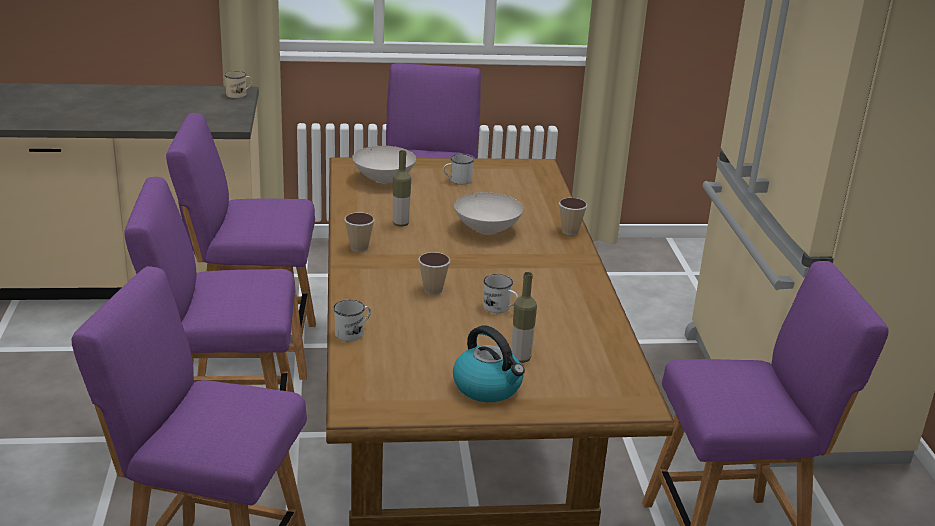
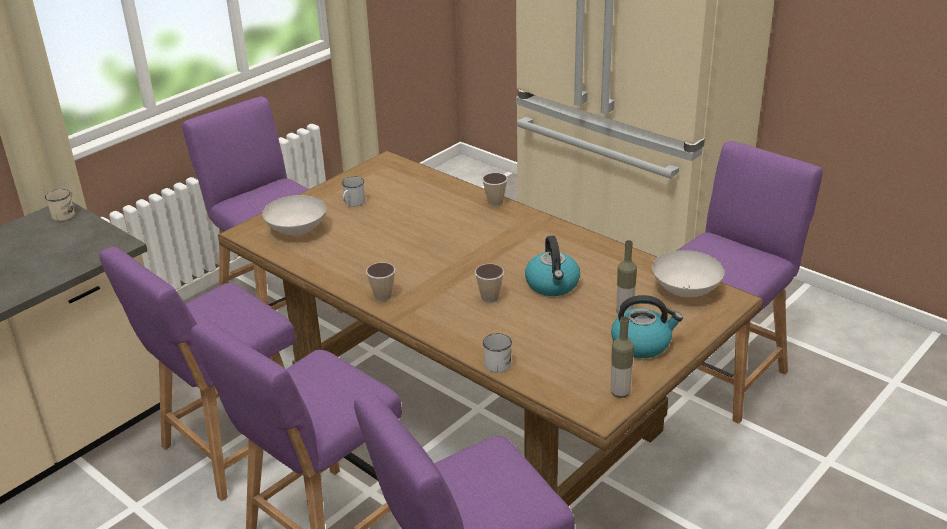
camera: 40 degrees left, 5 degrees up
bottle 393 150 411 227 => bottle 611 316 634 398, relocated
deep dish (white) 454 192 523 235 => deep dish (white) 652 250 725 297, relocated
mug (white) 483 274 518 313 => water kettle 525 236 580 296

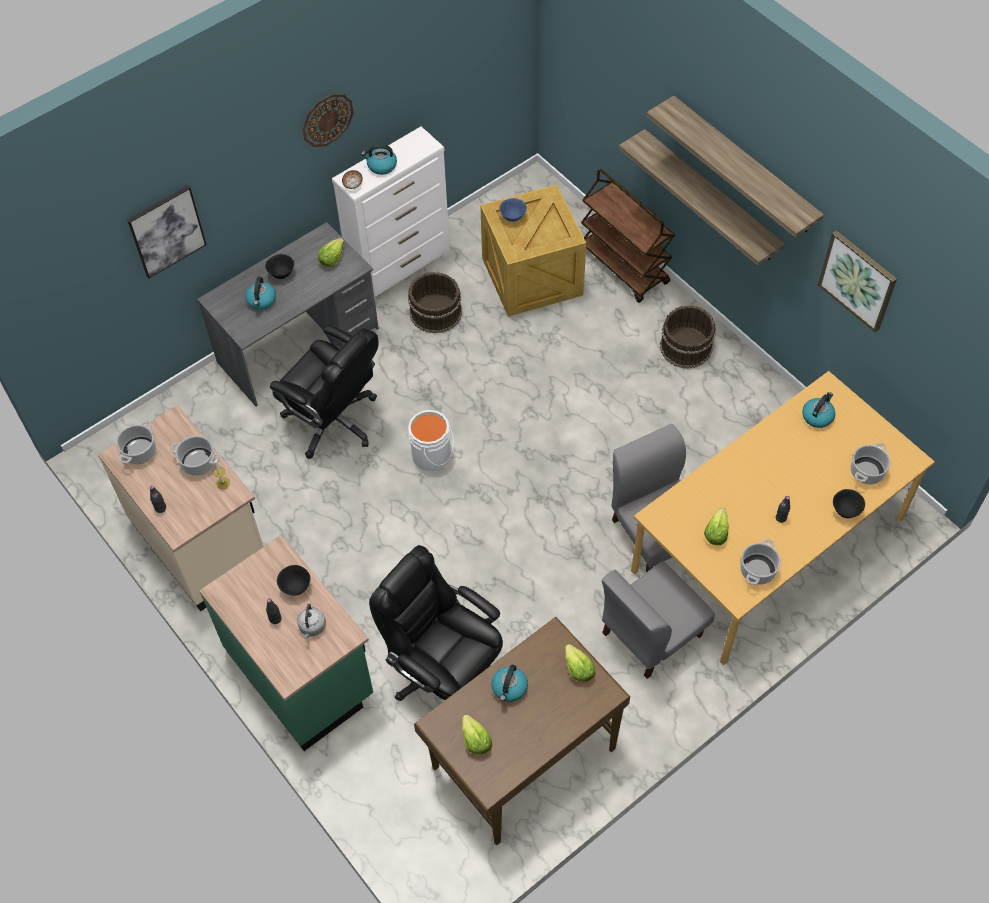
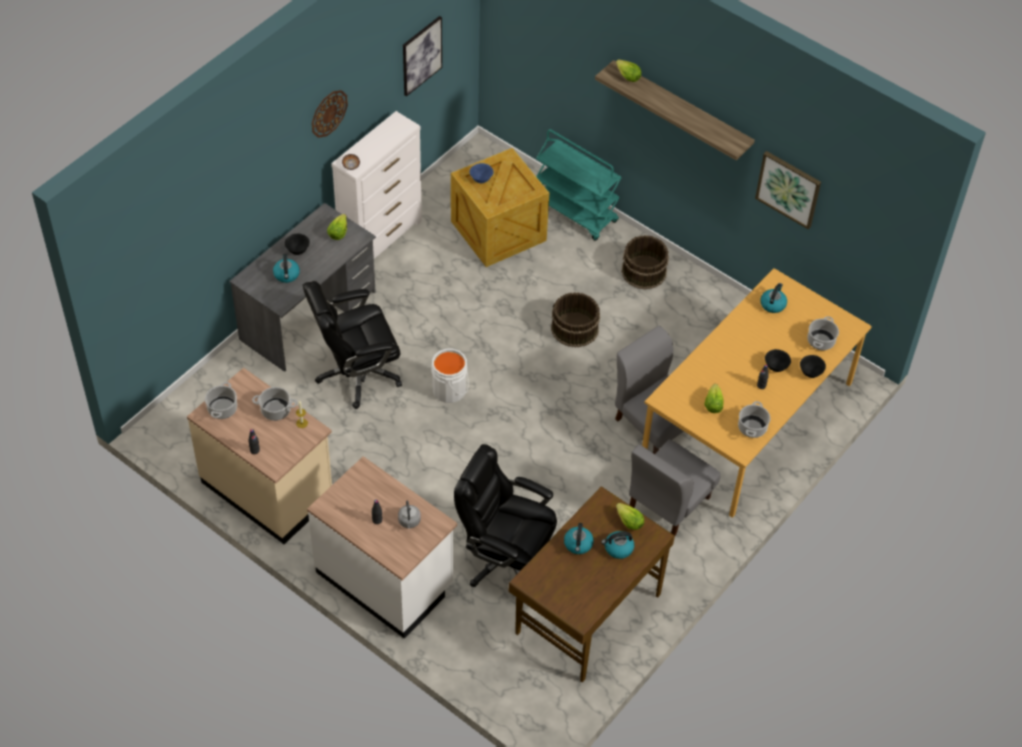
camera: 15 degrees left, 5 degrees down
picture 127 186 206 278 => picture 403 16 442 96, relocated
counter (green-coloured) 199 535 373 751 => counter (white) 307 456 457 639
office chair (black-coloured) 270 325 379 459 => office chair (black-coloured) 303 281 402 409, 135 degrees clockwise
deep dish (black-coloured) 277 565 310 596 => deep dish (black-coloured) 765 349 791 372, relocated
water kettle 361 144 397 175 => water kettle 601 531 634 559, relocated
pail (brownish) 408 272 462 333 => pail (brownish) 551 292 600 348, relocated
head of lettuce 462 714 492 755 => head of lettuce 616 59 641 82, relocated
cart (brownish) 581 169 675 303 => cart (turquoise) 536 129 622 241
wall shelf 619 129 785 265 => nothing

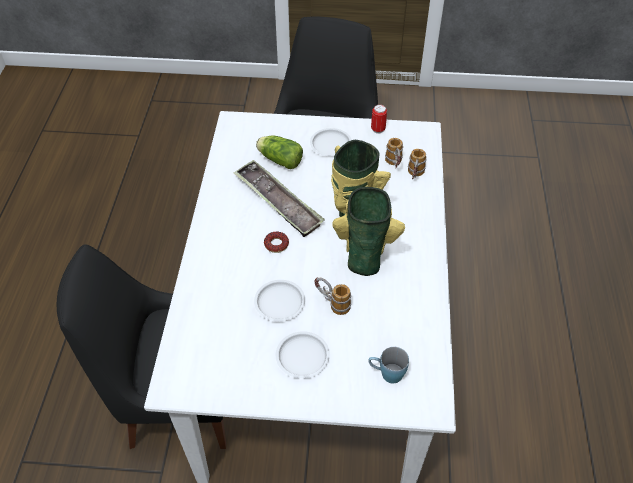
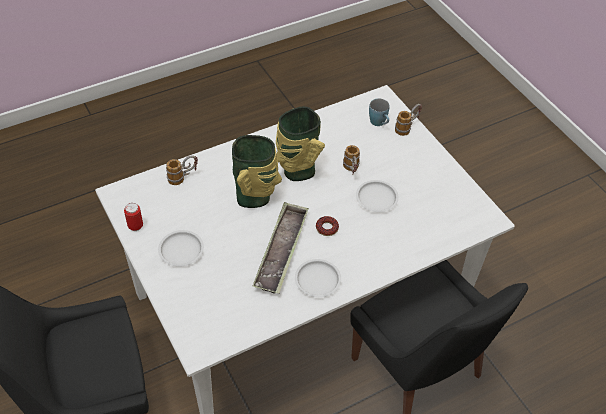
camera: 125 degrees left, 0 degrees up
head of lettuce 256 136 303 169 => nothing
flat dish (white) 276 331 330 378 => flat dish (white) 295 259 341 297, relocated
mug 385 138 403 168 => mug 395 104 422 136, relocated

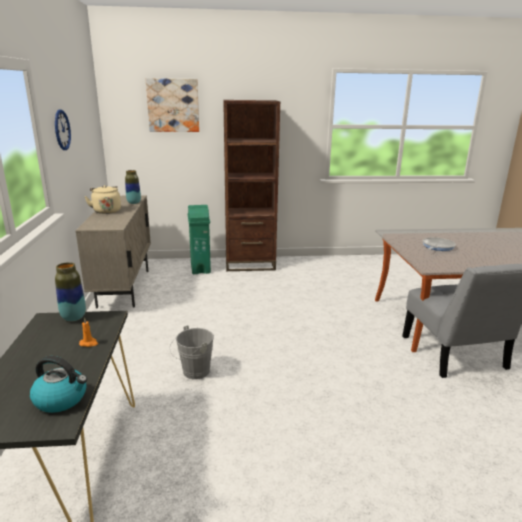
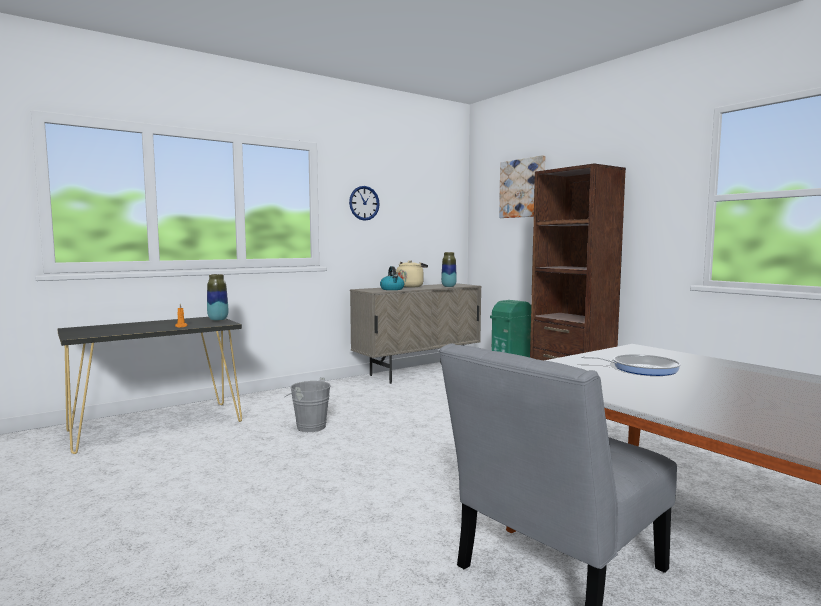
camera: 60 degrees right, 15 degrees down
water kettle 30 356 87 413 => water kettle 380 266 404 290, relocated

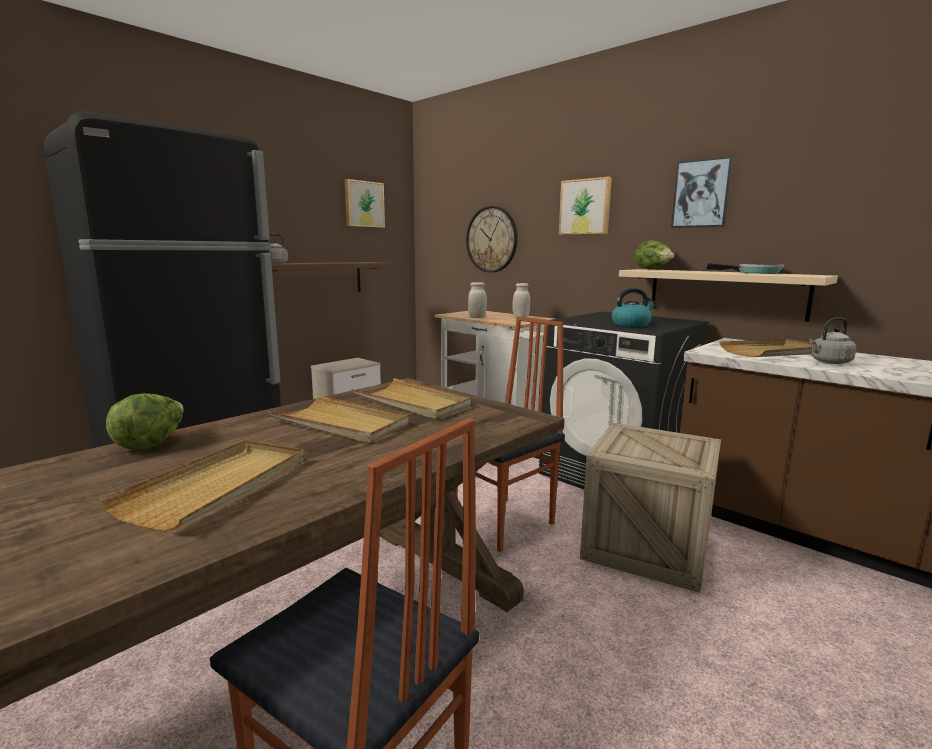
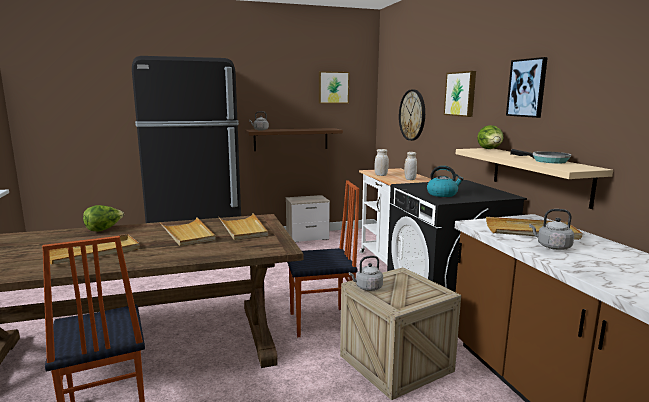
camera: 30 degrees right, 0 degrees up
nothing => water kettle (greyish) 349 256 383 291

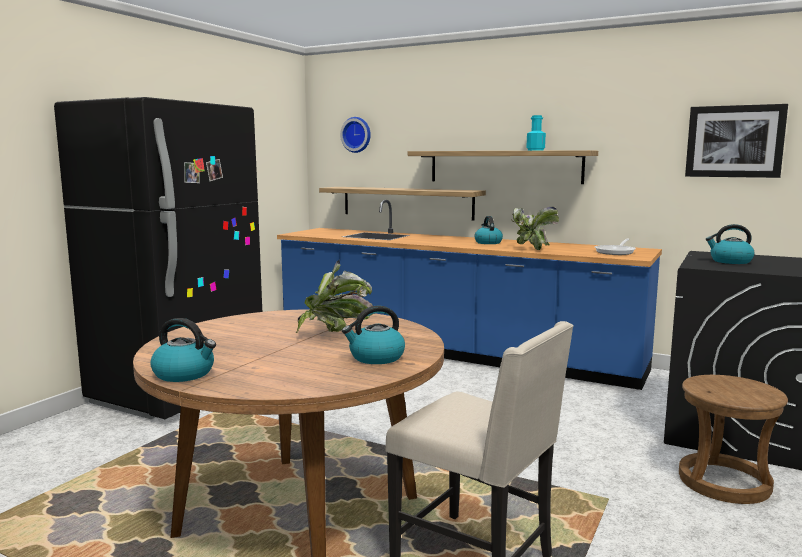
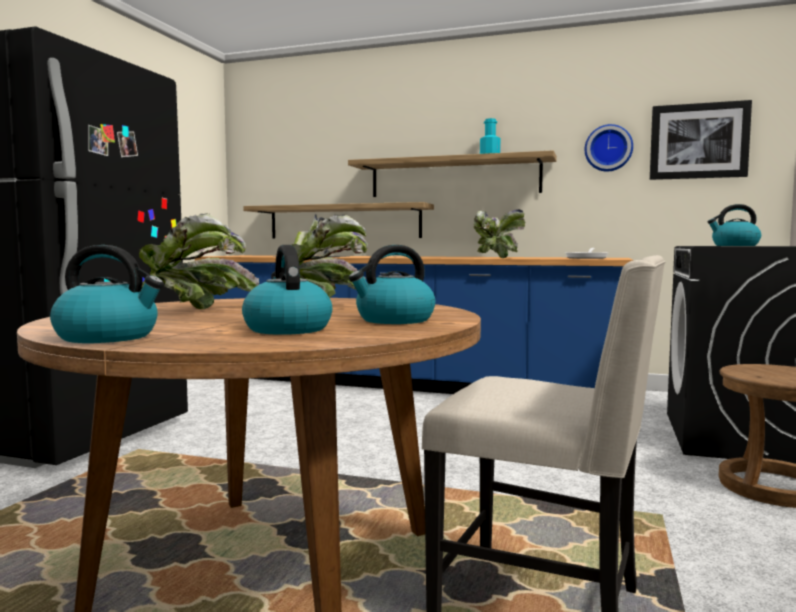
camera: 10 degrees left, 5 degrees down
clock on the wall 340 117 371 153 => clock on the wall 585 124 633 172, relocated
water kettle 474 216 503 244 => water kettle 242 245 332 335, relocated
nothing => houseplant 139 213 259 309

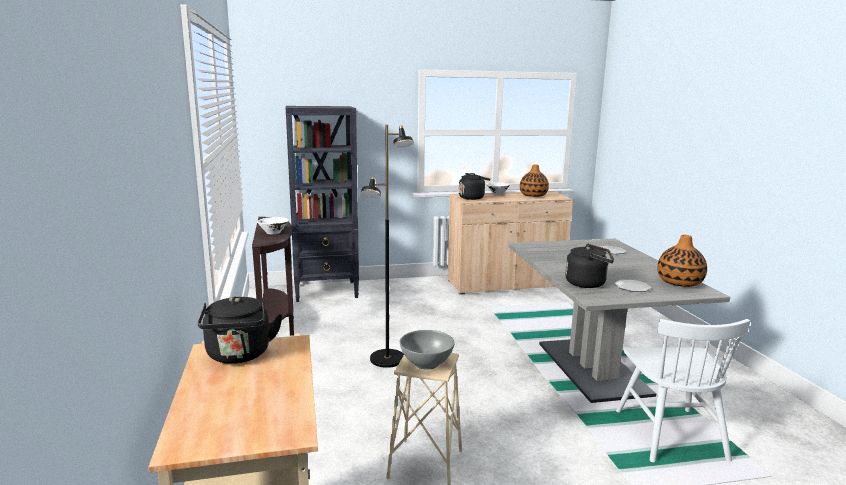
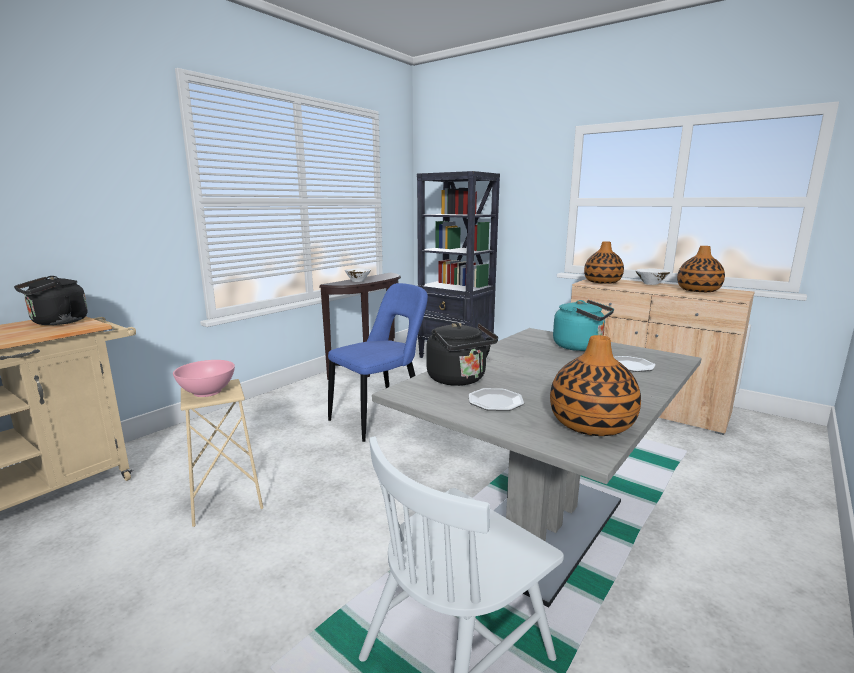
camera: 50 degrees right, 0 degrees up
standard lamp (black-coloured) 361 125 414 368 => plain chair (blue-coloured) 328 283 428 442
deep dish (greyish) 400 330 455 370 => deep dish (pinkish) 173 360 235 397
water kettle (black-coloured) 459 173 490 200 => flower vase 584 241 624 284
nothing => water kettle (turquoise) 553 300 614 351

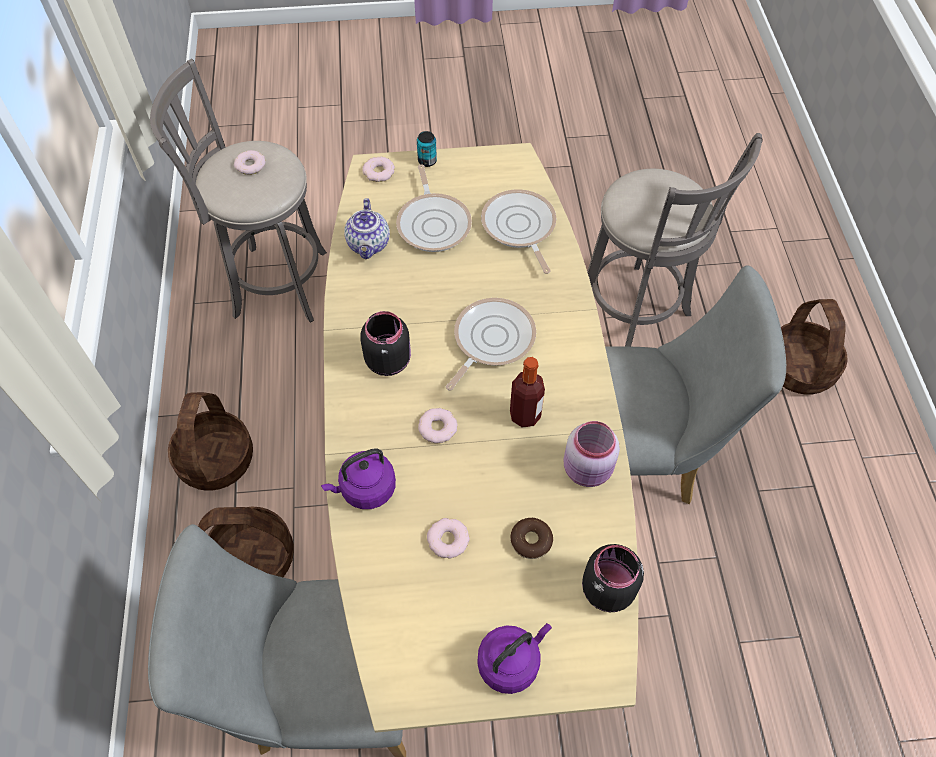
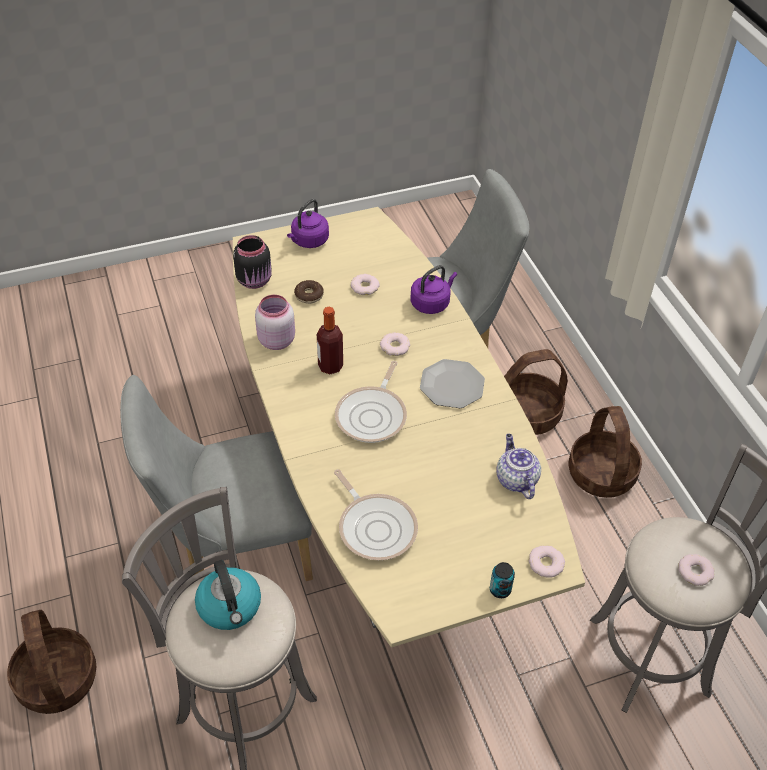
camera: 165 degrees right, 10 degrees down
storage jar (black-coloured) 360 311 411 376 => flat dish 420 359 485 408
pan 396 165 472 252 => nothing
nothing => water kettle 195 560 261 630

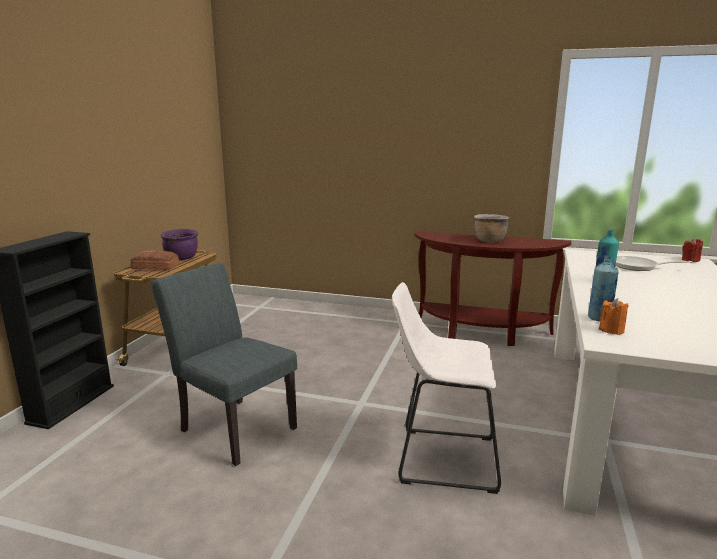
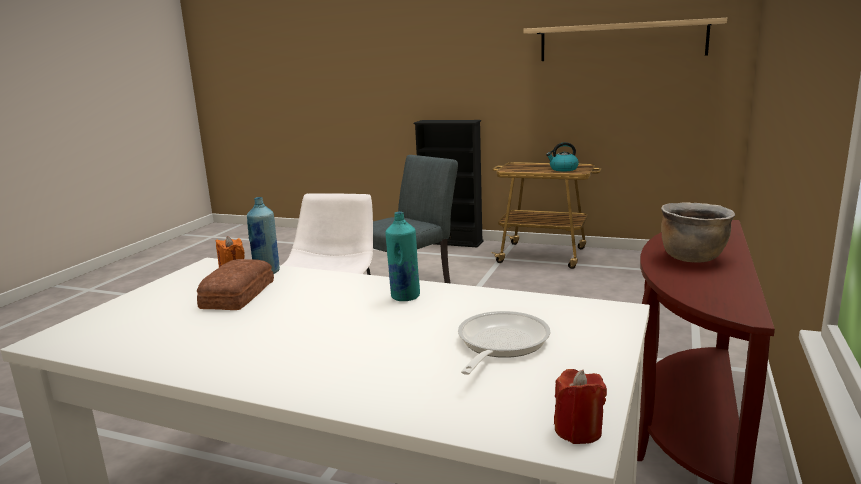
camera: 95 degrees right, 0 degrees up
bakery bread 130 250 180 270 => bakery bread 197 259 274 310, relocated
saucepot (purple-coloured) 160 229 198 260 => water kettle 546 142 579 171
nothing => wall shelf 523 18 727 61

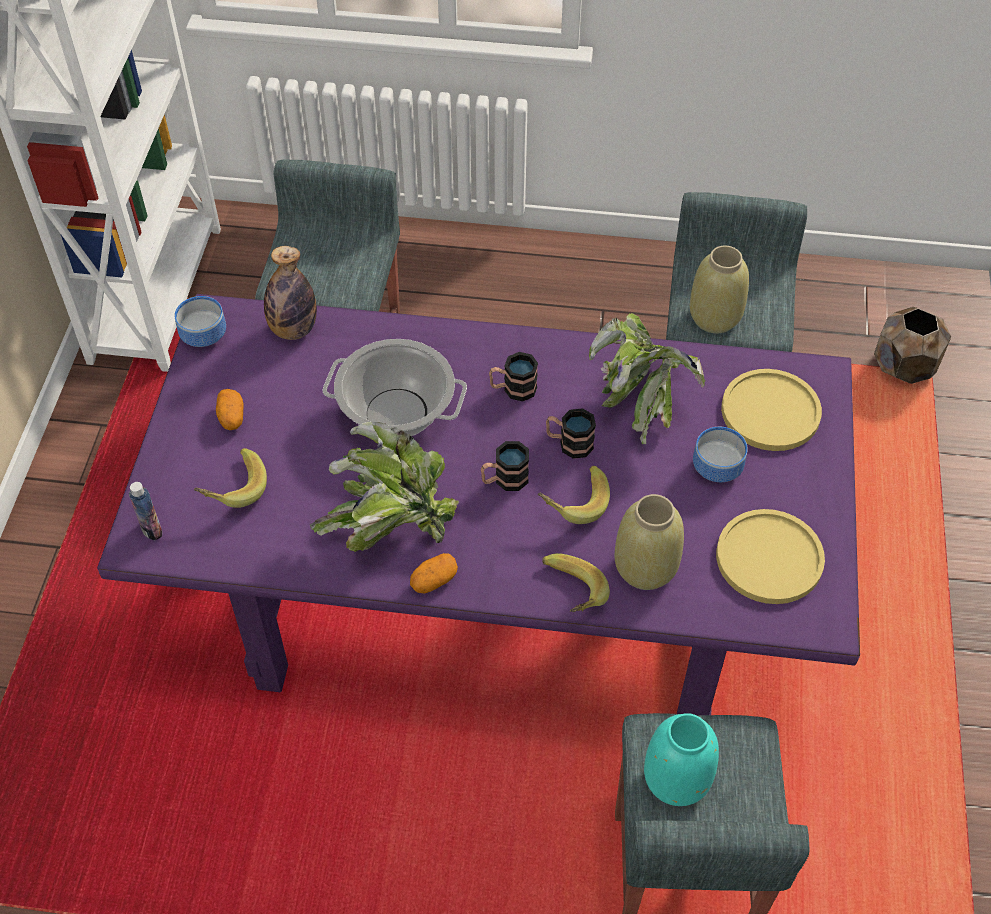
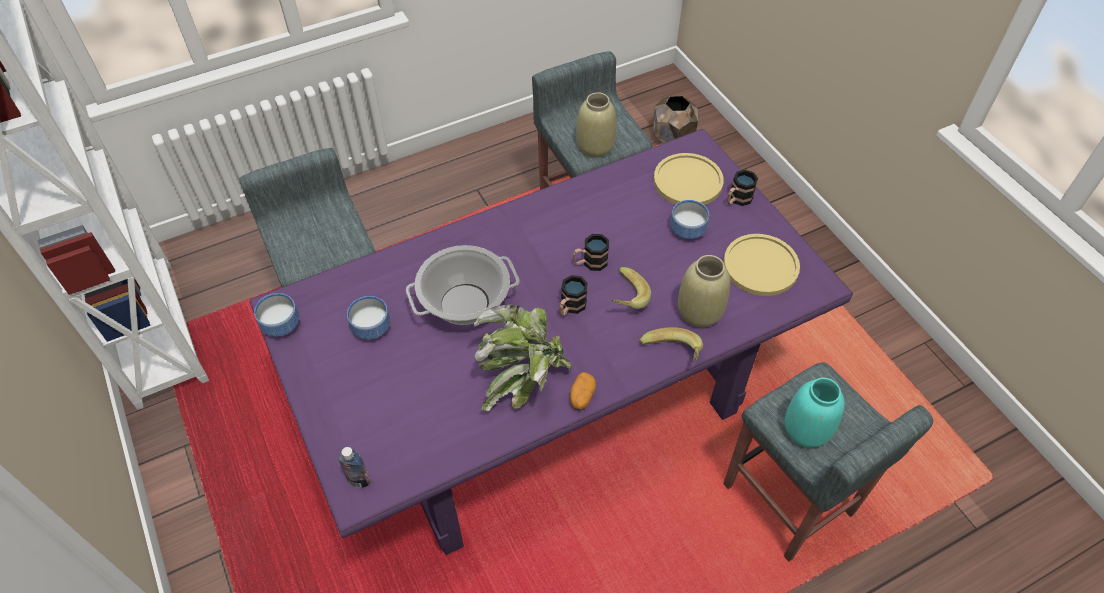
camera: 35 degrees left, 0 degrees up
whole banana 194 448 267 508 => nothing
potato 216 389 244 430 => nothing
bottle 264 246 317 340 => nothing
mug 489 352 538 401 => mug 727 170 758 206, relocated
houseplant 589 313 705 445 => nothing
nothing => deep dish 347 296 390 340

